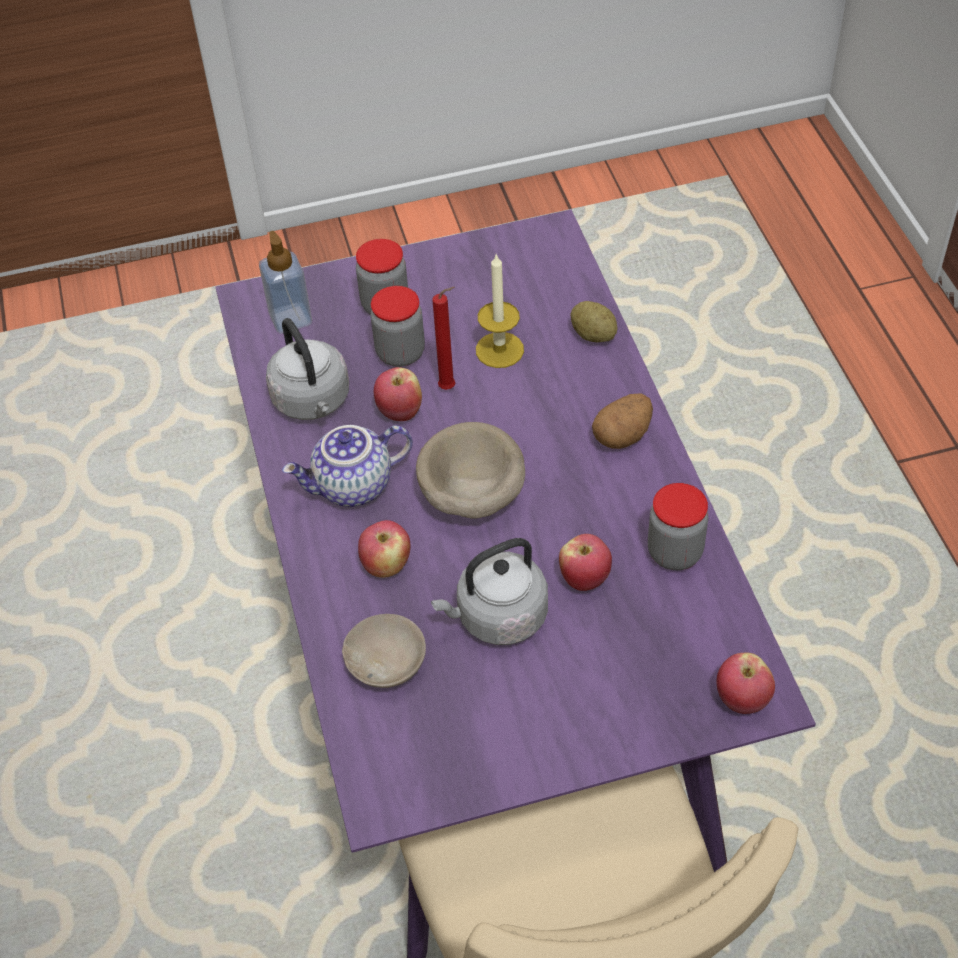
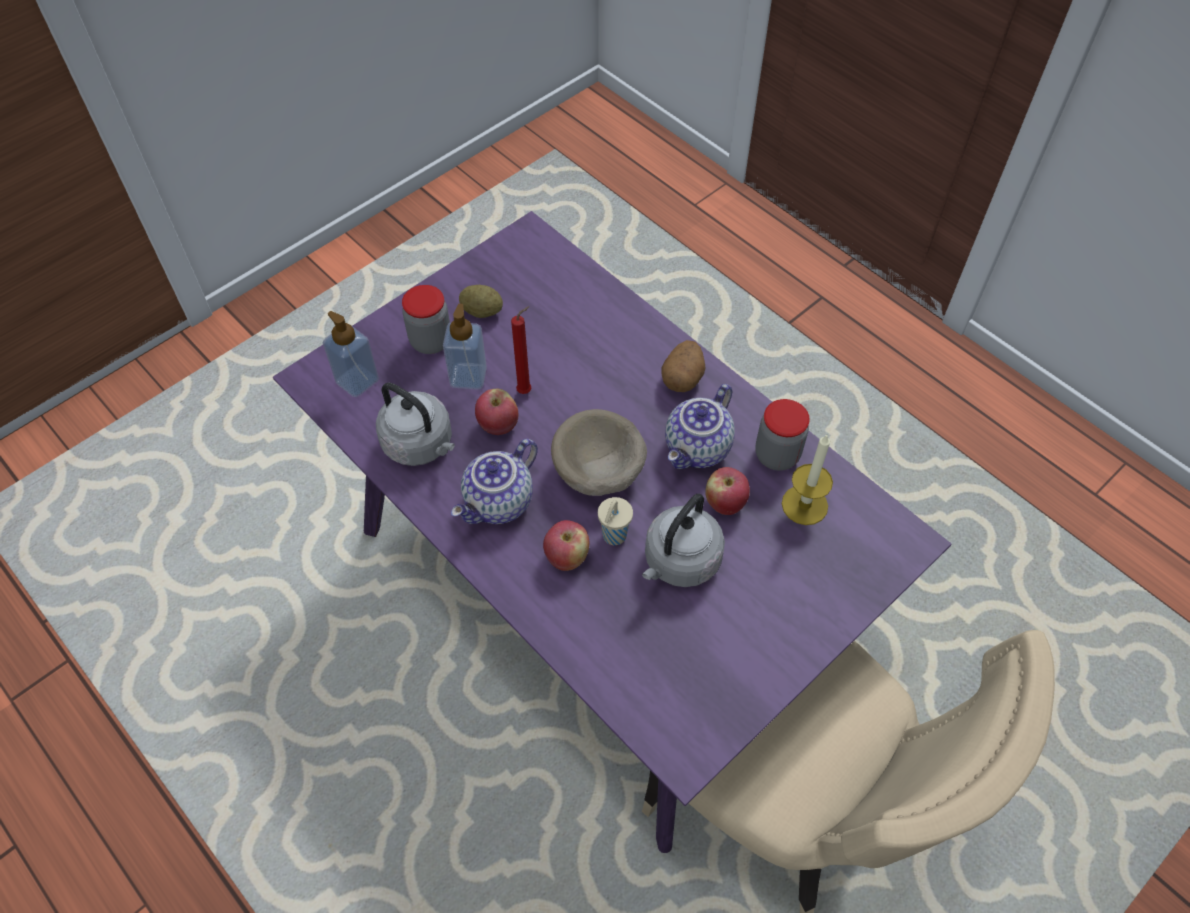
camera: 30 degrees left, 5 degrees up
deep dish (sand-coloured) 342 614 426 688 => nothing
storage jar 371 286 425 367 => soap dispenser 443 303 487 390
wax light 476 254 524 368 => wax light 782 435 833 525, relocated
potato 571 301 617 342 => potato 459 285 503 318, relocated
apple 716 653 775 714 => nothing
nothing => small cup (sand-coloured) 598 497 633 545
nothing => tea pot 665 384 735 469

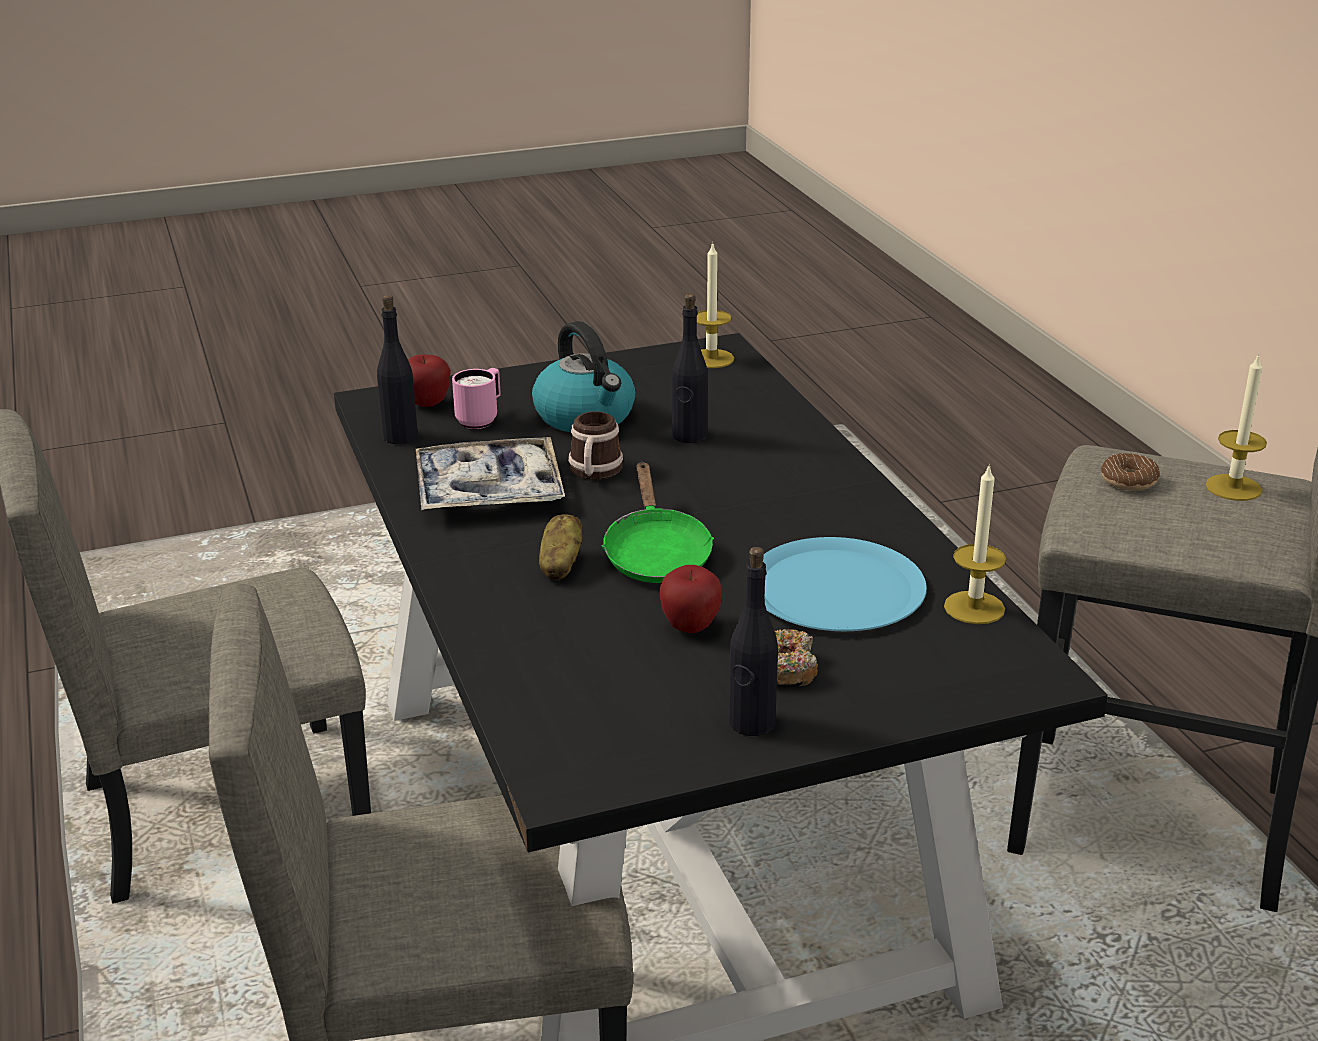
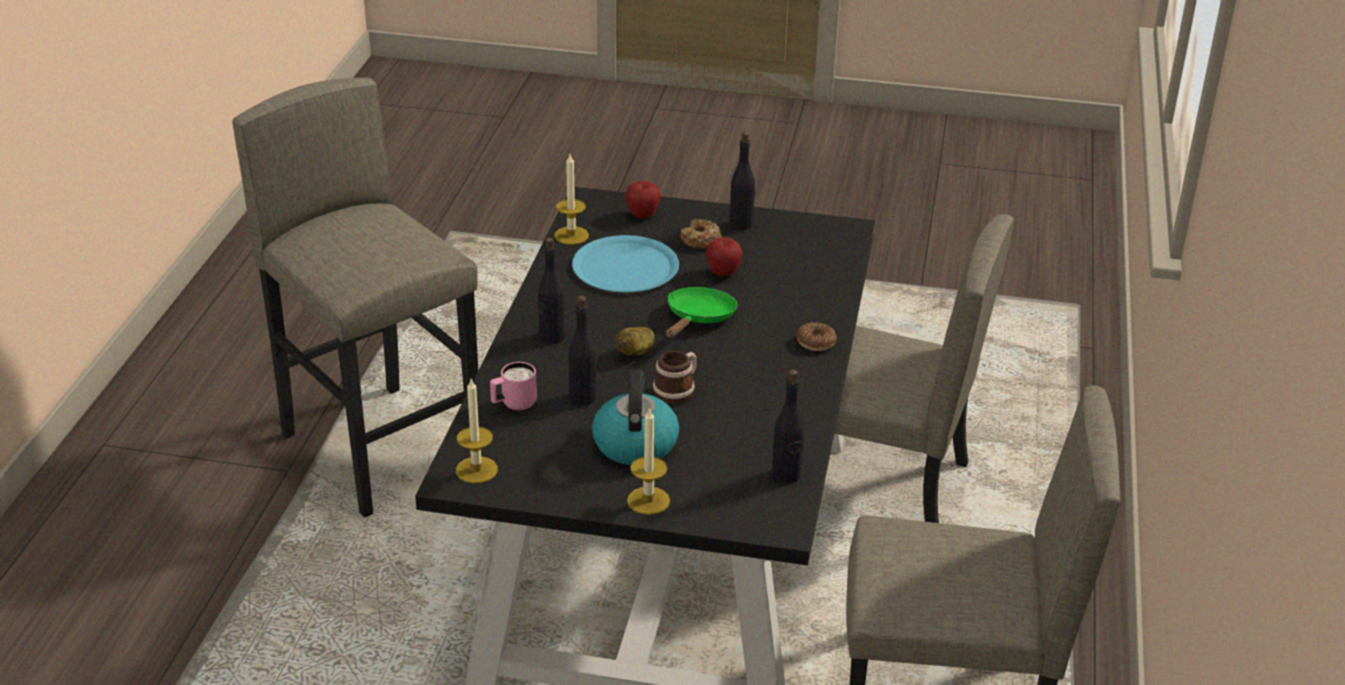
camera: 150 degrees left, 5 degrees up
apple 408 354 451 407 => apple 625 181 661 219, relocated
serving tray 416 437 565 510 => nothing
mug (pinkish) 452 368 501 429 => mug (pinkish) 490 362 537 412, relocated
potato 539 514 582 580 => potato 615 327 654 355, relocated
ring doughnut 1101 453 1160 491 => ring doughnut 797 322 837 351, relocated
wax light 1206 353 1267 501 => wax light 627 407 670 515, relocated
nothing => bottle (black-coloured) 537 238 566 343

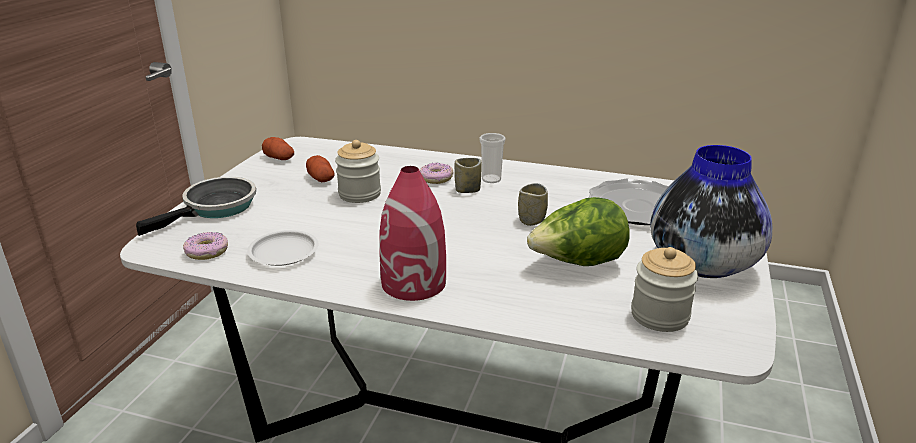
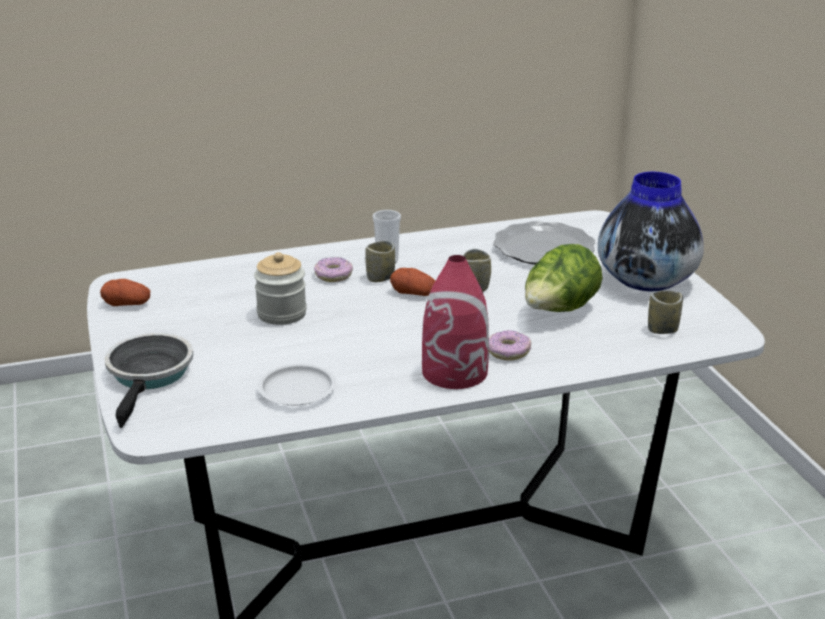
camera: 35 degrees left, 0 degrees up
ring doughnut 183 232 228 260 => ring doughnut 489 330 531 361, relocated
potato 306 155 335 182 => potato 390 268 435 296, relocated
storage jar 631 247 698 332 => small cup 648 291 683 334

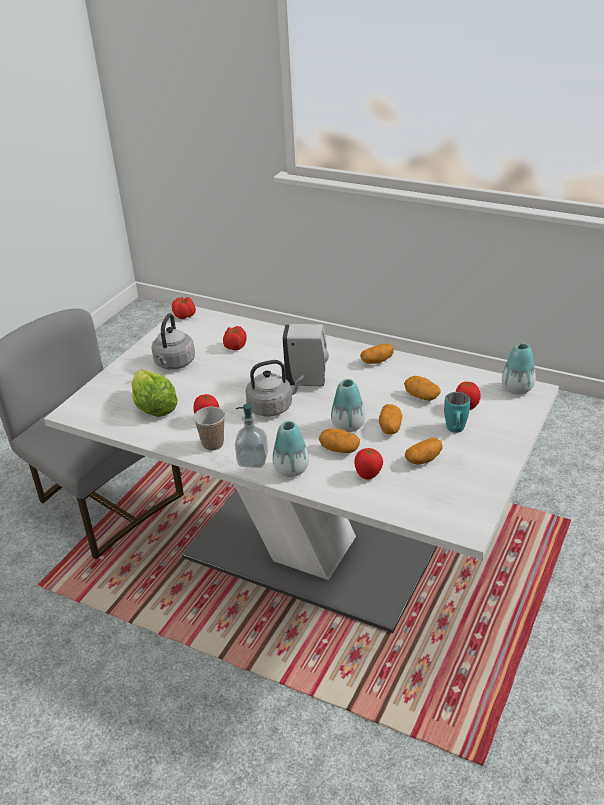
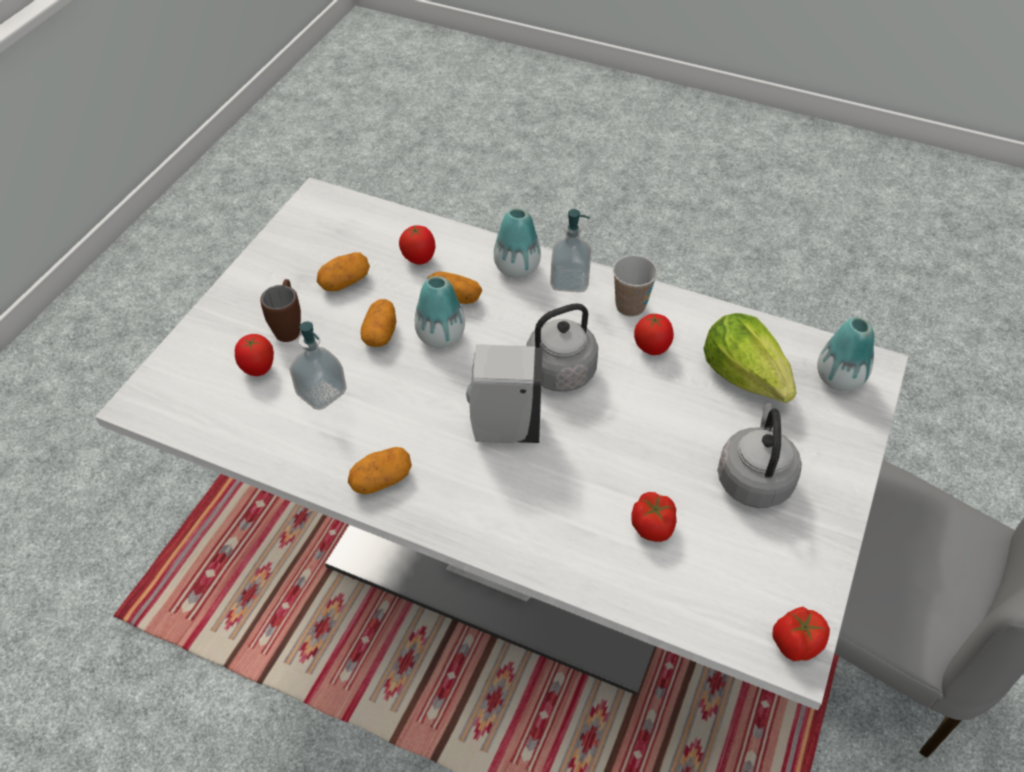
camera: 175 degrees right, 15 degrees up
potato 404 376 441 401 => soap dispenser 289 321 346 410
mug (turquoise) 444 392 470 433 => mug (brownish) 260 279 301 342
flower vase 502 343 536 394 => flower vase 817 317 874 391, relocated

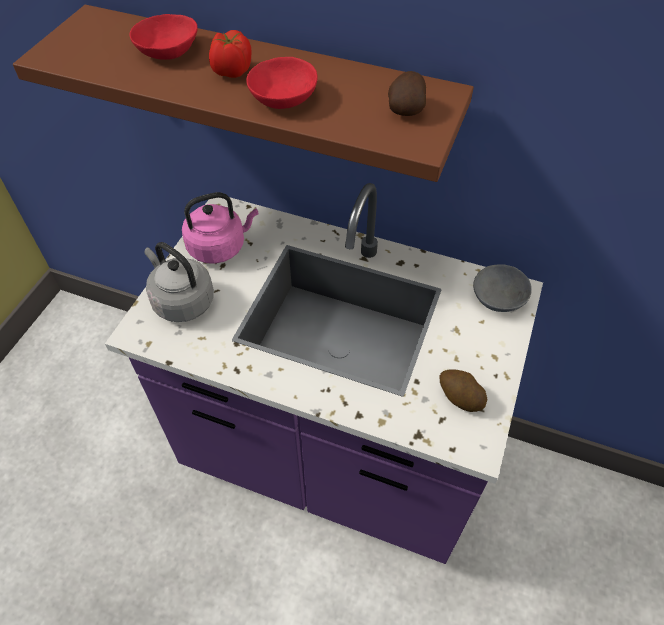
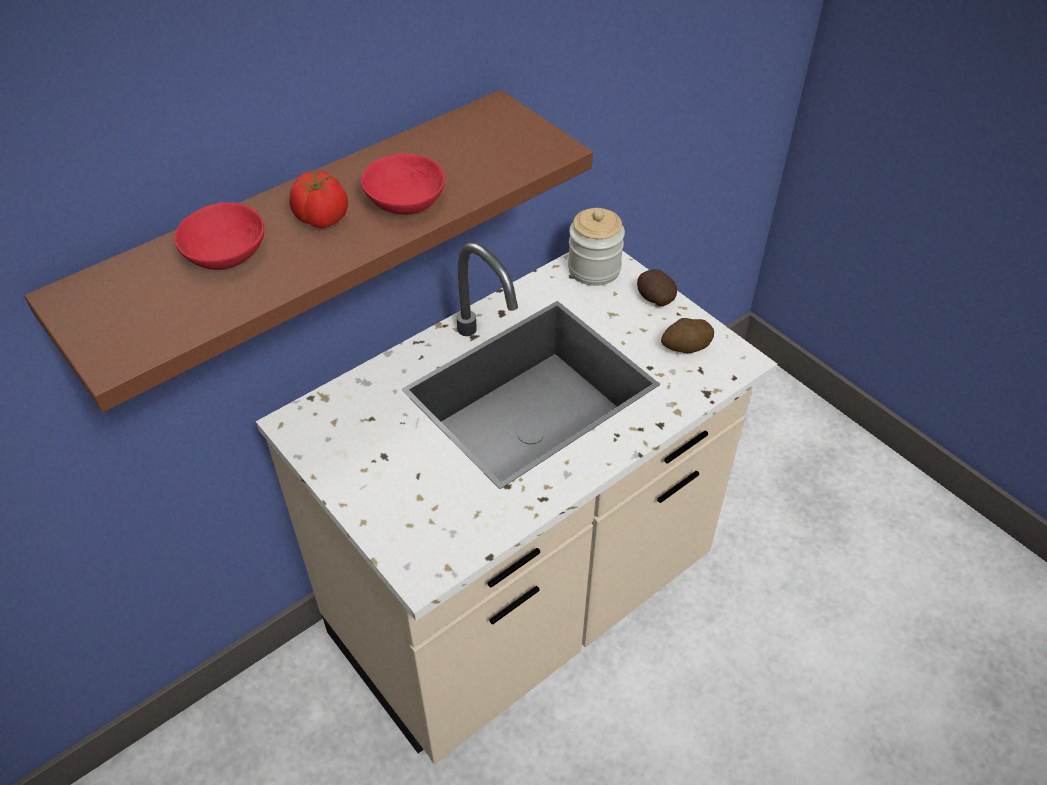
camera: 60 degrees left, 5 degrees down
counter (purple-coloured) 105 183 543 564 => counter (sand-coloured) 256 243 777 764
water kettle (greyish) 145 242 214 322 => nothing
water kettle (pinkish) 182 192 258 264 => nothing
potato 388 71 426 116 => potato 637 269 677 306, relocated
deep dish (greyish) 473 264 532 312 => storage jar 568 208 625 286

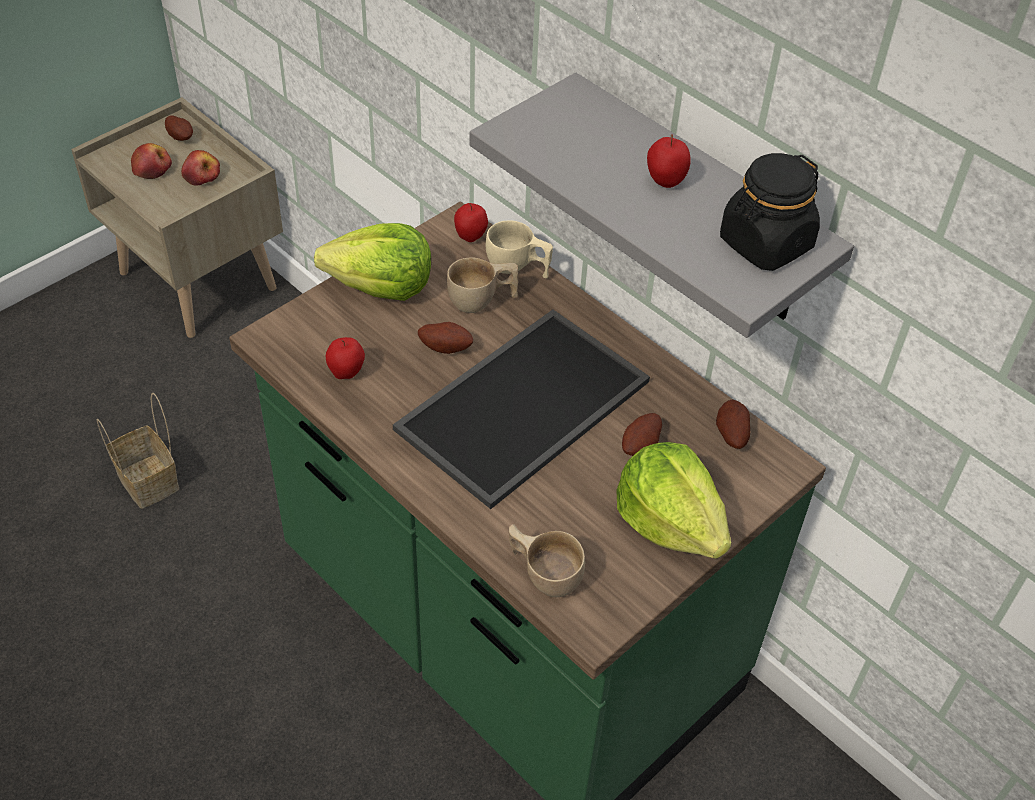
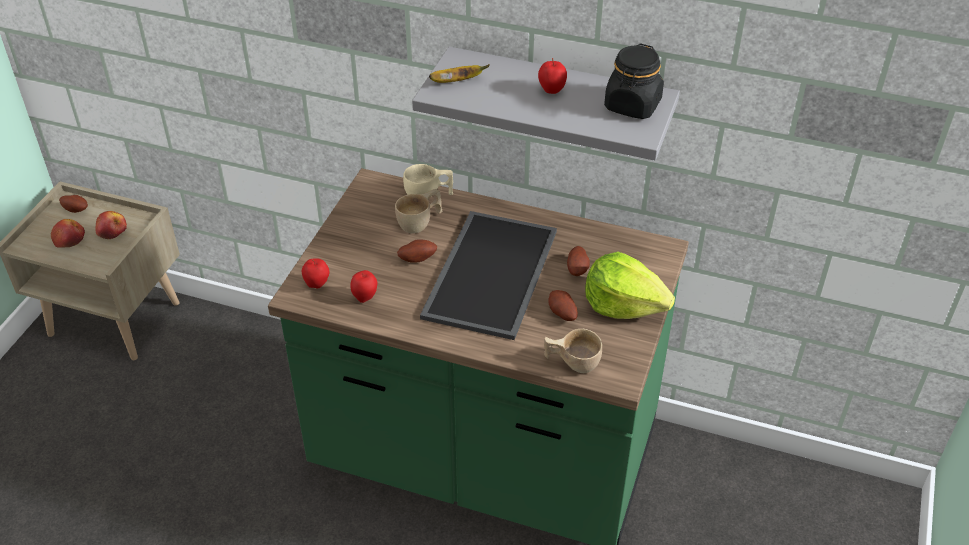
camera: 25 degrees left, 5 degrees down
household basket 97 393 179 509 => nothing
head of lettuce 314 223 431 301 => nothing
apple 454 203 488 242 => apple 302 258 329 288, relocated
potato 716 400 750 449 => potato 548 290 578 321, relocated
nothing => whole banana 429 64 490 83

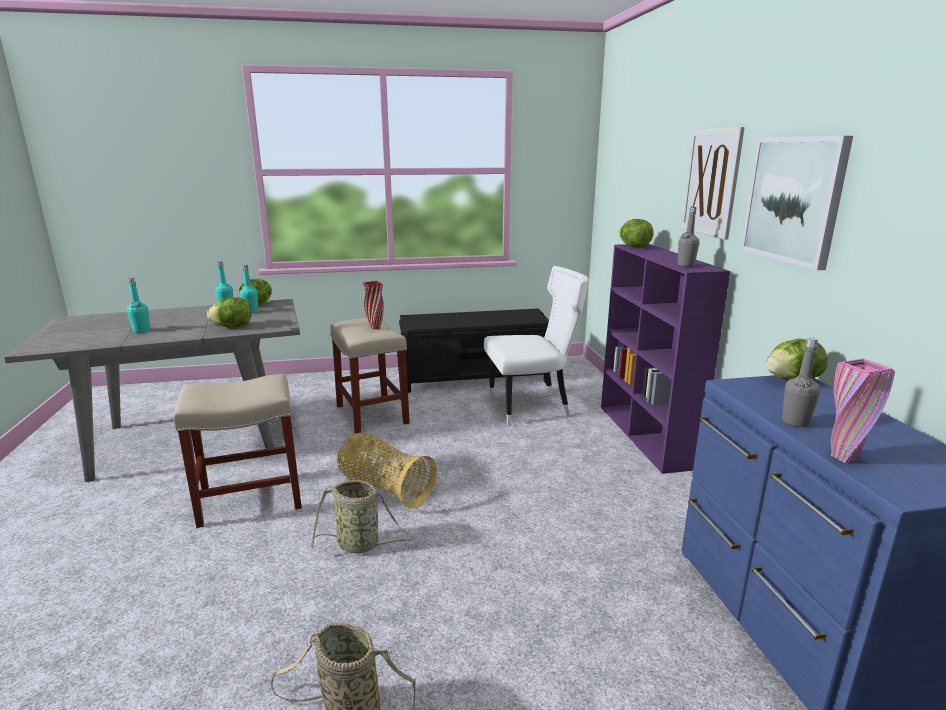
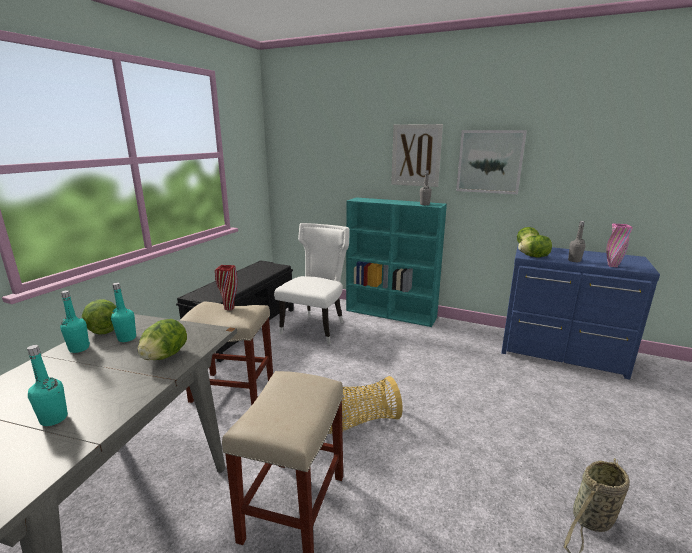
camera: 55 degrees left, 0 degrees up
household basket 311 480 422 553 => nothing
bookcase (purple-coloured) 601 244 730 474 => bookcase (turquoise) 346 197 447 327
head of lettuce 619 219 654 247 => head of lettuce 518 235 552 257, relocated

